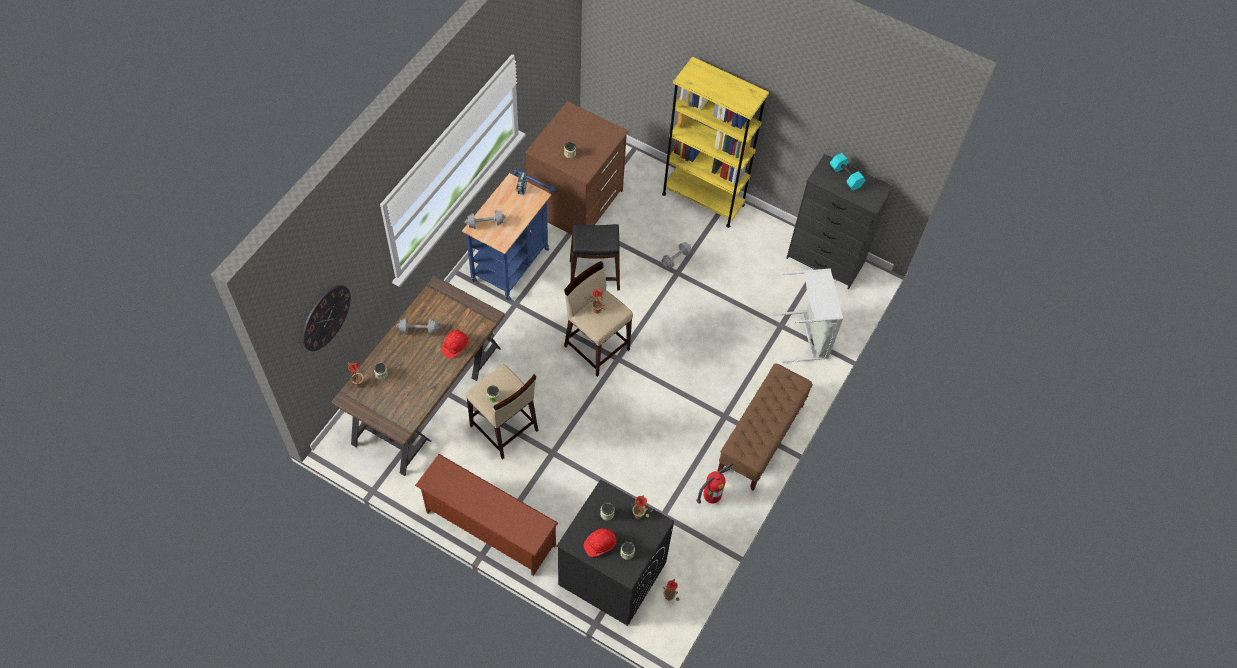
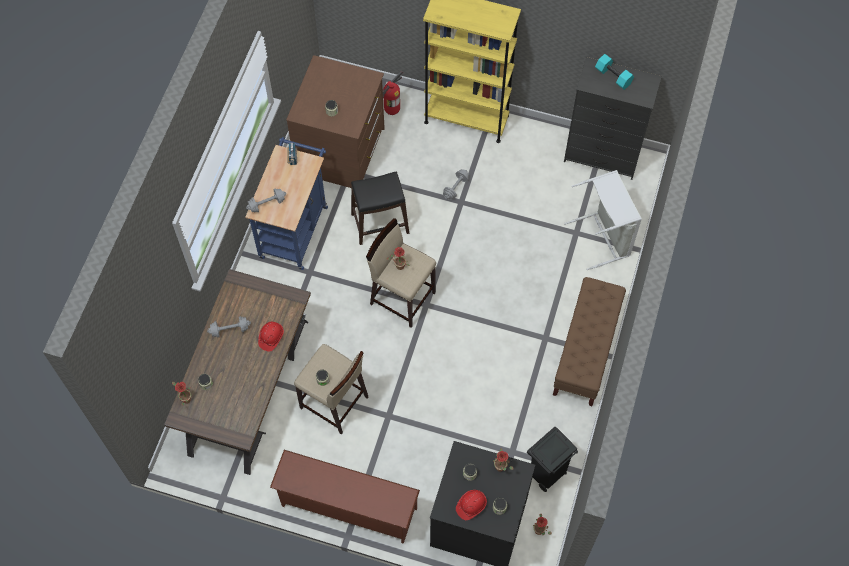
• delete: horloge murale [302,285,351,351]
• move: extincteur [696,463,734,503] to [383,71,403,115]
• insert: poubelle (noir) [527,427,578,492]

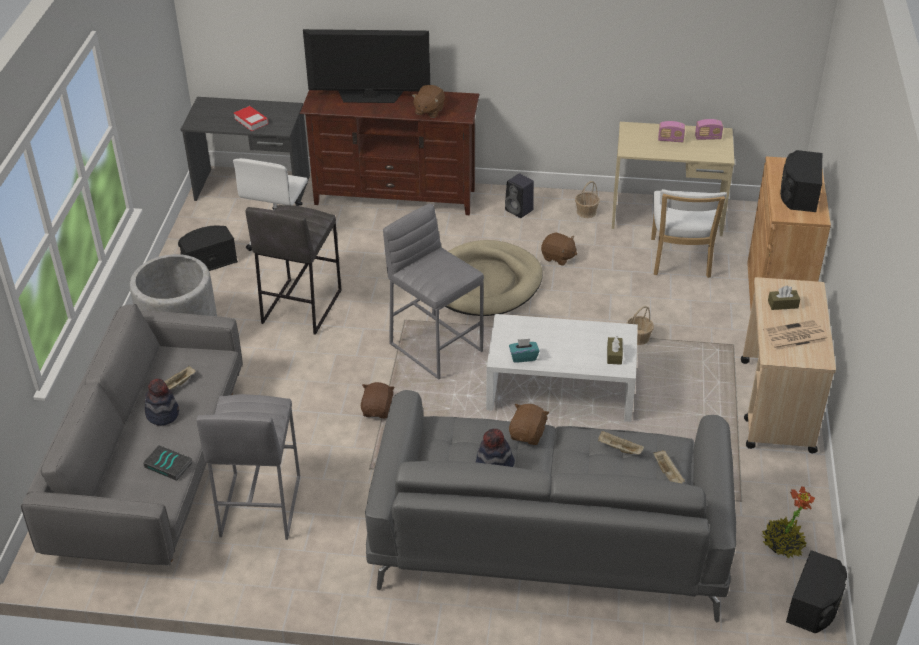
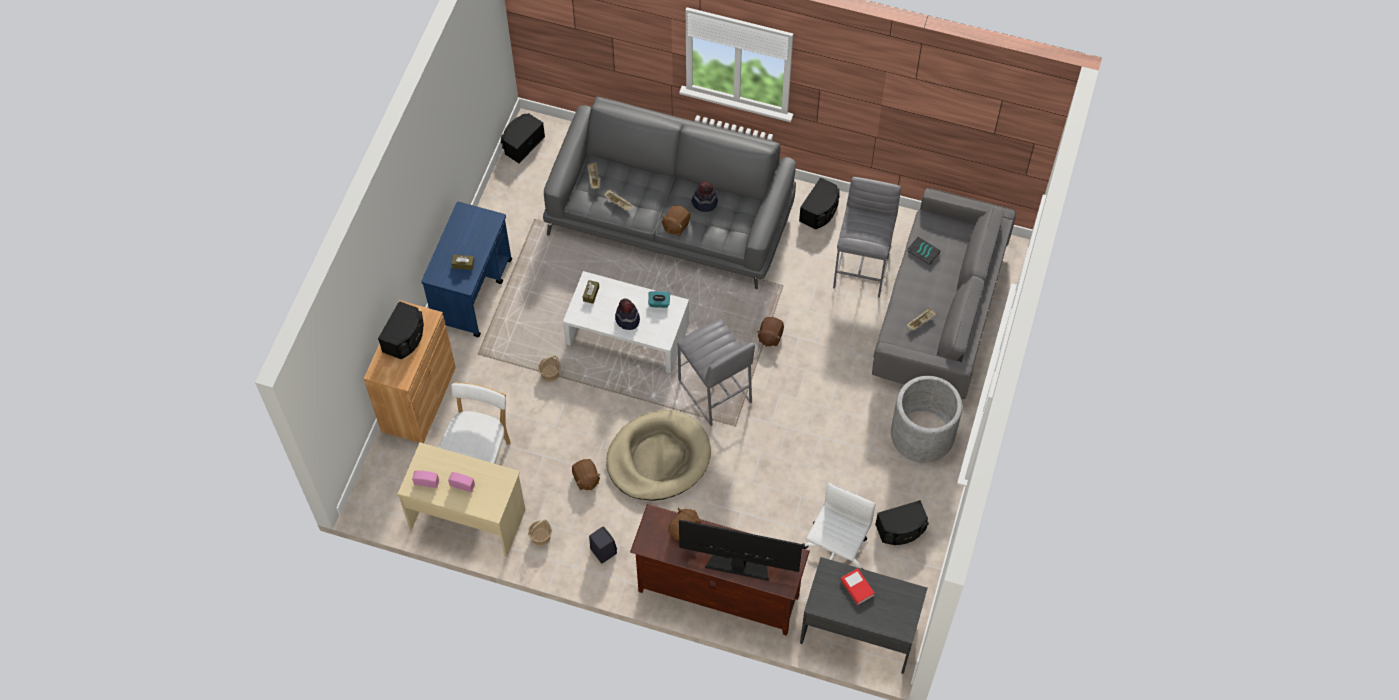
• delete: tabouret (gris) [245,205,341,335]
• rotate: peluche (marron) [541,232,577,266] = [572,459,601,490] 150 degrees counterclockwise
• recolor: chariot (beige) [741,277,836,453] to chariot (bleu) [421,202,512,337]
• delete: journal [763,320,828,350]
• move: chapeau [145,379,179,426] to [615,298,640,330]
• delete: plante en pot [762,486,815,559]
• insert: enceinte (noir) [799,177,840,229]

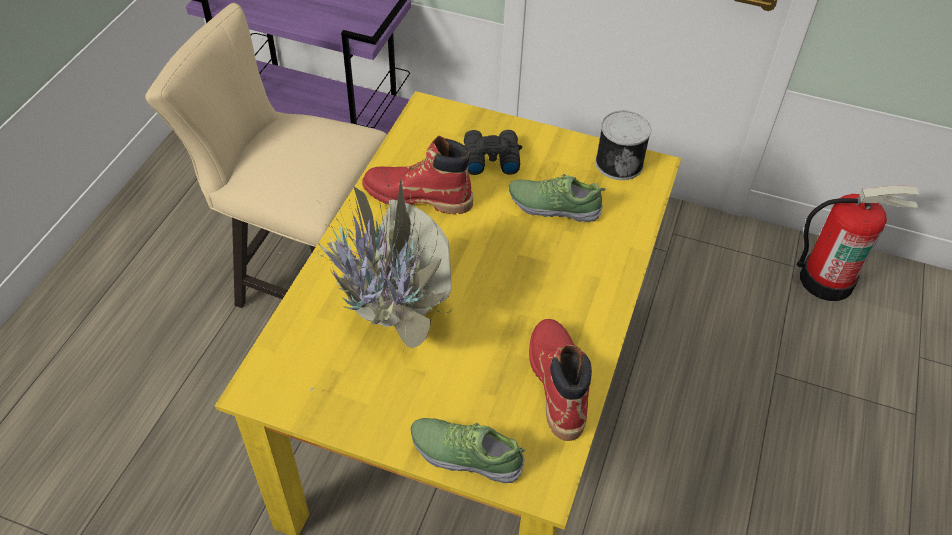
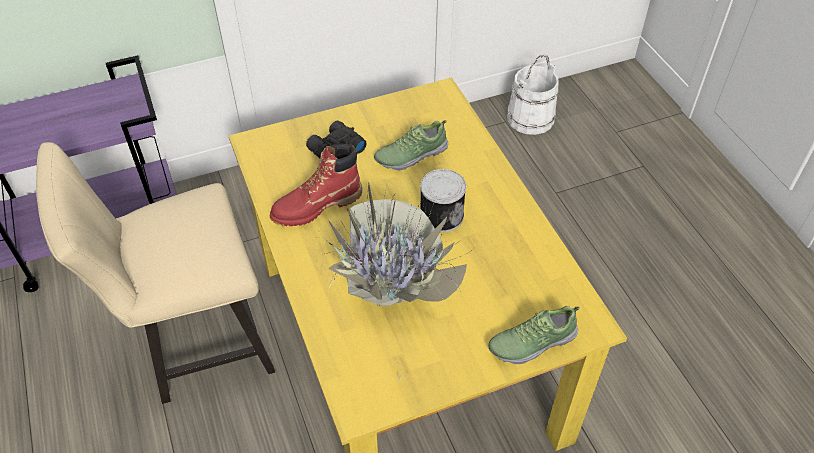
• move: boîte métallique [595,111,651,180] to [420,169,466,232]
• replace: extincteur [796,186,920,301] to seau (blanc) [507,54,559,135]
• delete: botte (rouge) [529,319,592,441]

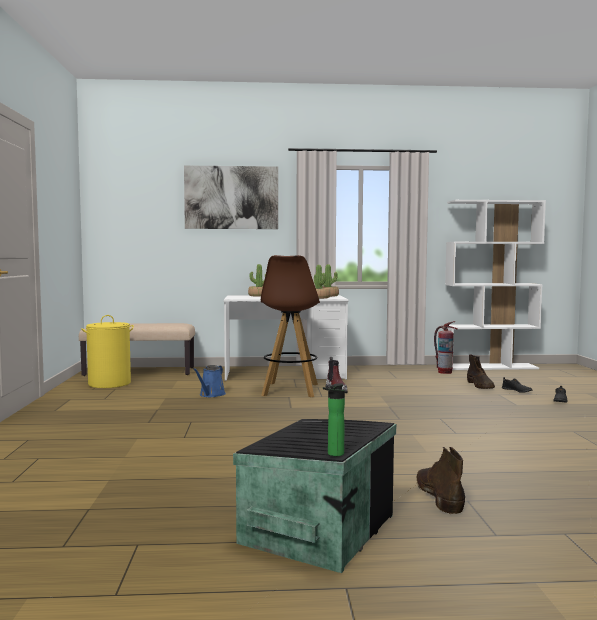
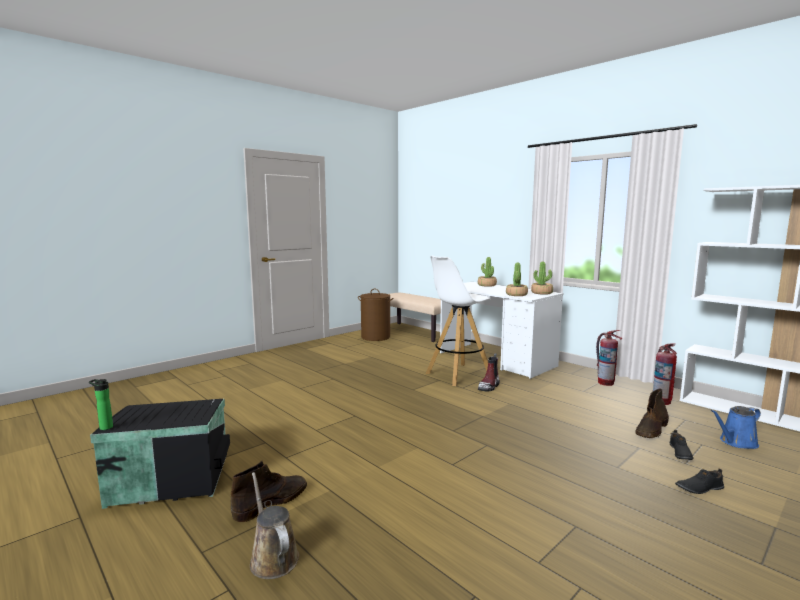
• delete: tableau [184,165,278,229]
• recolor: tabouret (marron) [261,255,320,397] to tabouret (blanc) [426,255,491,386]
• recolor: panier à linge (jaune) [81,315,134,388] to panier à linge (marron) [358,289,393,341]
• move: arrosoir (bleu) [193,365,226,397] to [711,406,761,449]
• insert: extincteur [596,330,622,386]
• insert: arrosoir (marron) [250,472,299,579]

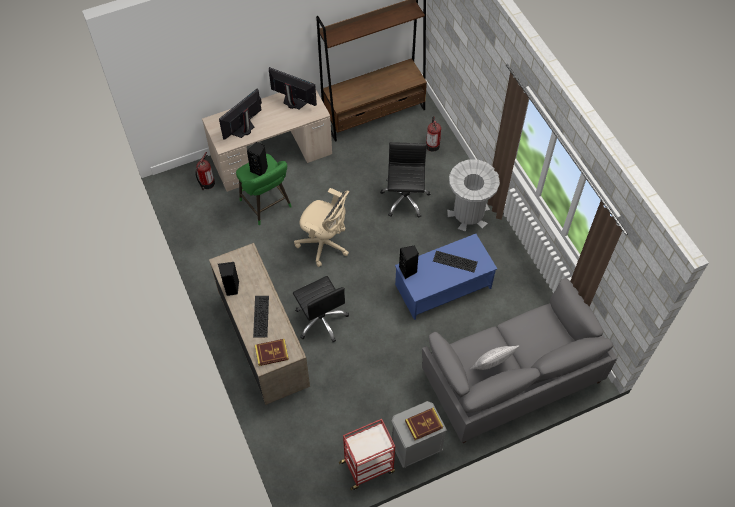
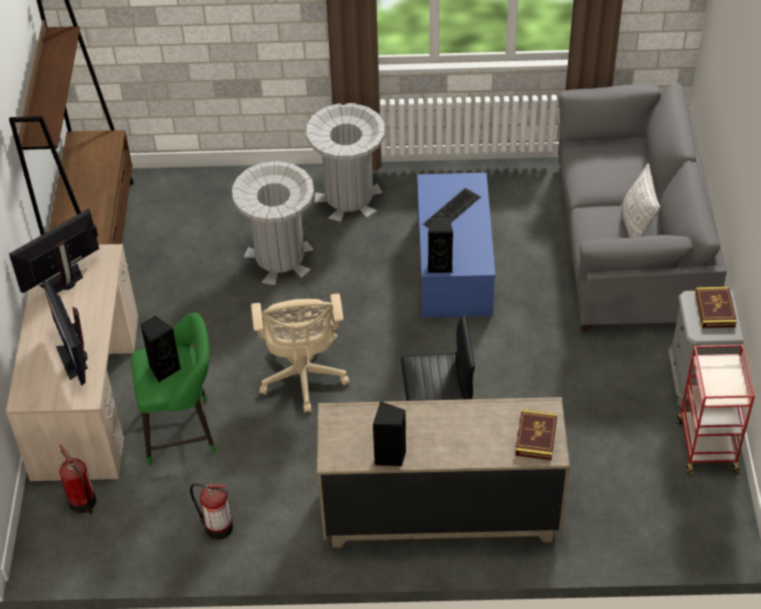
• move: extincteur [426,116,441,152] to [190,483,233,540]
• replace: chaise de bureau (noir) [380,142,430,218] to poubelle (gris) [232,161,314,285]
• rotate: chaise de bureau (beige) [294,188,349,267] = [251,294,350,413] 120 degrees clockwise
• delete: clavier [253,296,269,338]

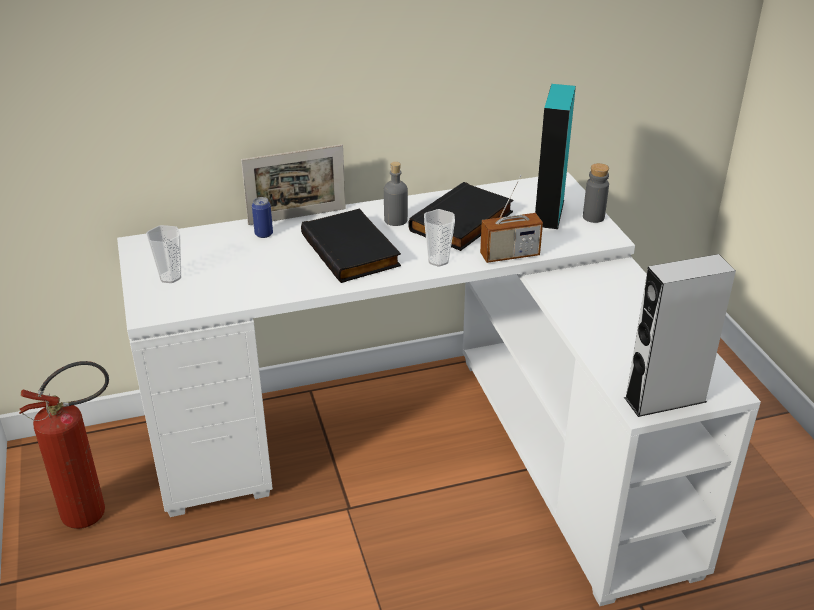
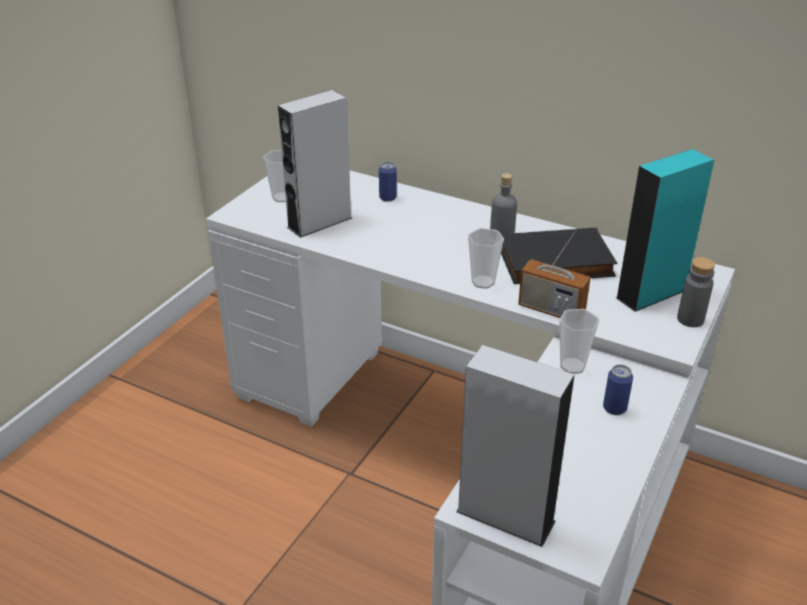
• delete: cadre photo [241,144,346,225]
• delete: livre (noir) [301,209,401,283]
• delete: extincteur [19,361,109,529]
• insert: enceinte (gris) [278,90,352,238]
• insert: tasse [559,309,599,374]
• insert: boîte métallique [603,364,633,415]

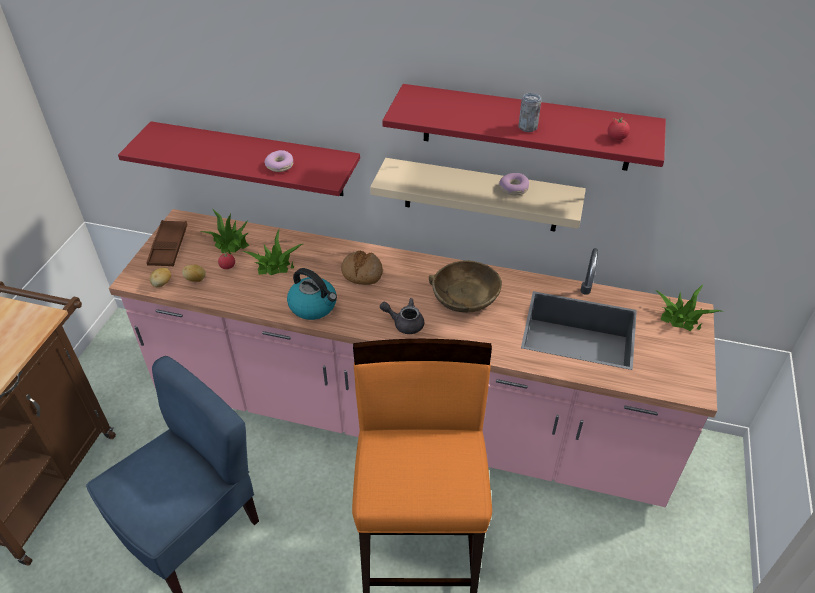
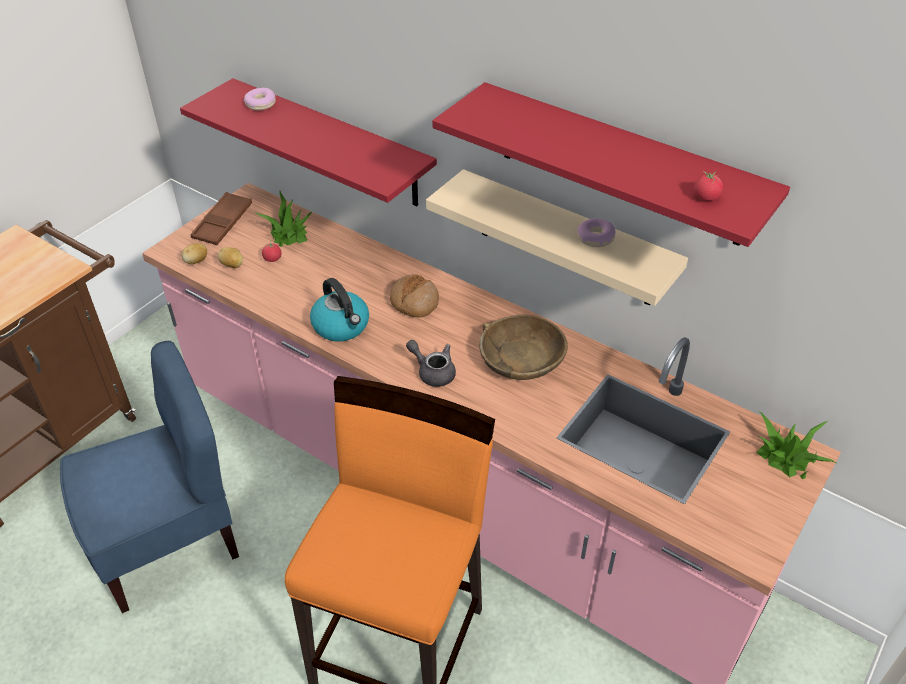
• delete: boîte métallique [518,93,541,132]
• move: beignet [264,150,293,172] to [244,88,276,110]
• delete: plante en pot [241,229,303,275]

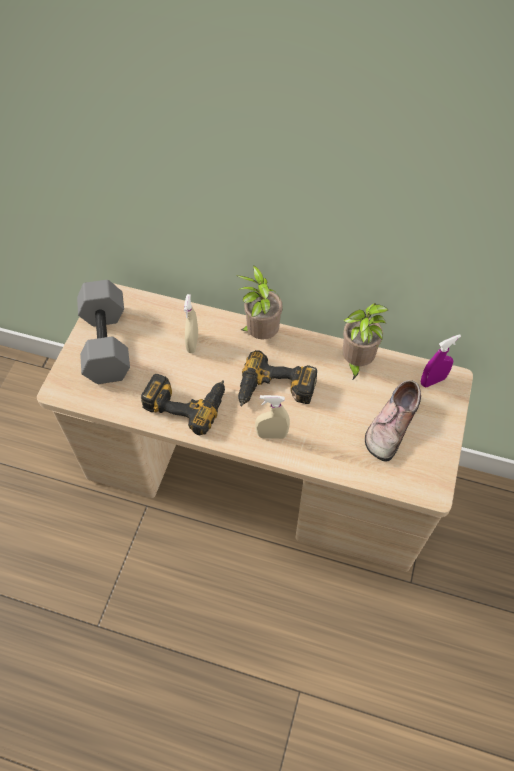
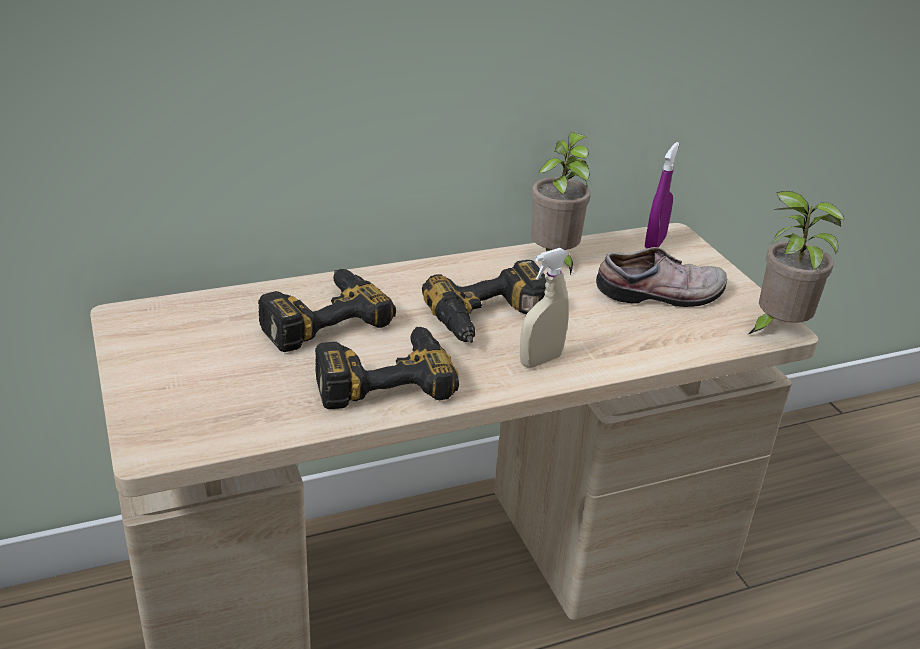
• move: plante en pot [236,265,283,339] to [749,191,844,334]
• delete: haltère (gris) [77,280,130,384]
• replace: vaporisateur (beige) [184,294,198,353] to perceuse [258,269,396,352]
• rotate: chaussure [365,380,421,461] = [596,247,727,307] 90 degrees counterclockwise

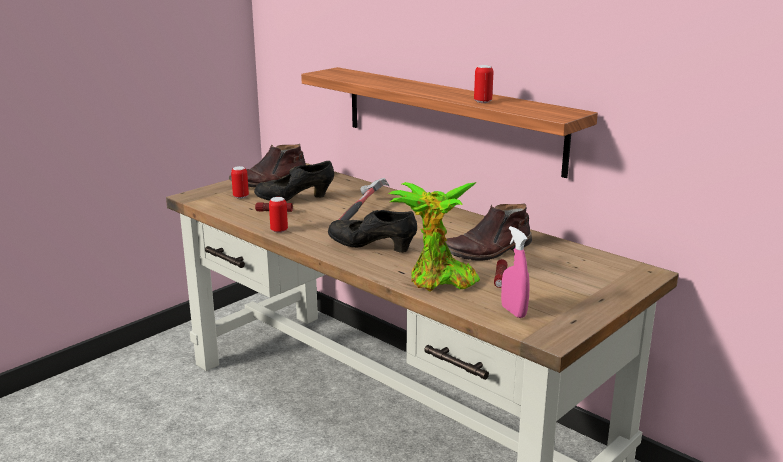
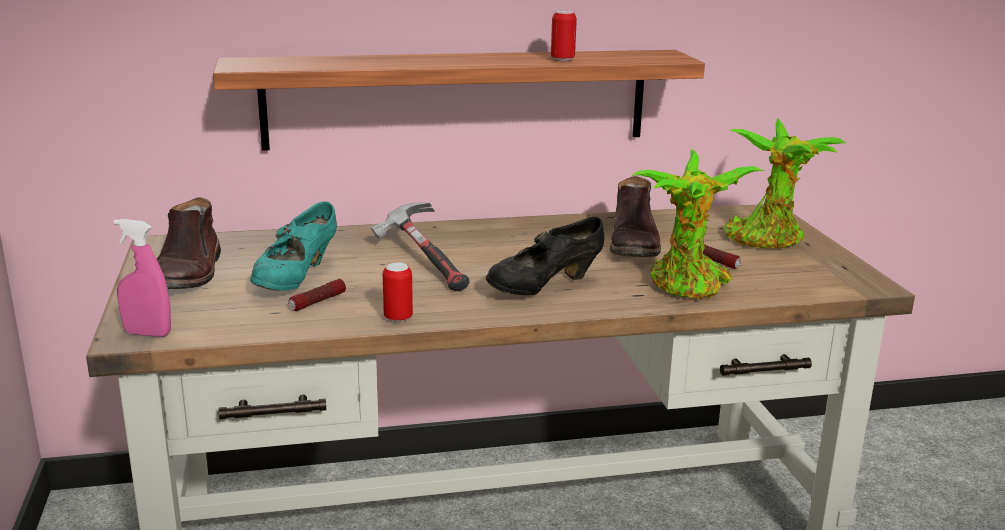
• recolor: chaussure (noir) [254,161,334,201] to chaussure (turquoise) [250,201,337,291]
• delete: boîte métallique [231,166,249,199]
• move: vaporisateur (rose) [501,226,530,318] to [114,219,171,337]
• insert: plante en pot [724,118,846,248]

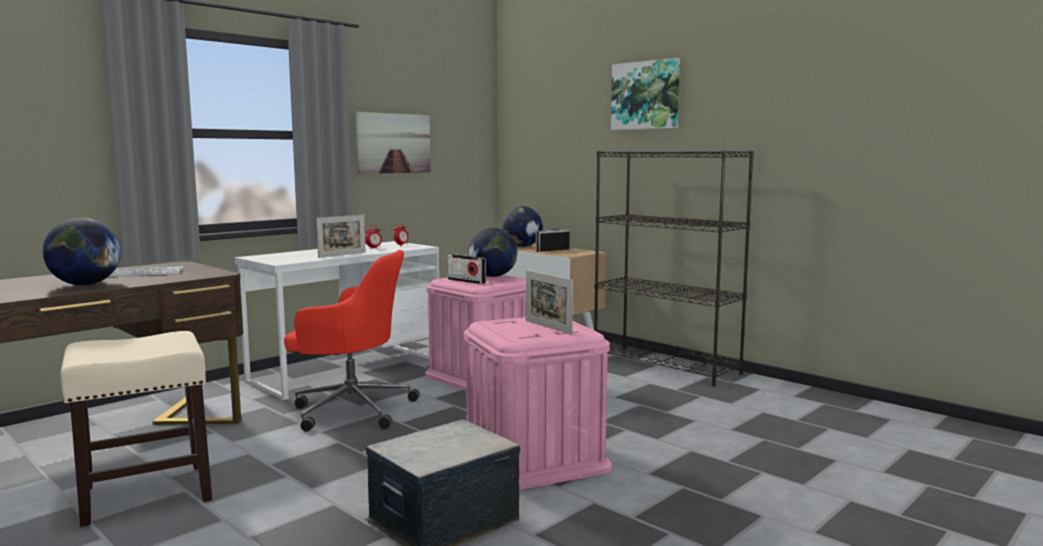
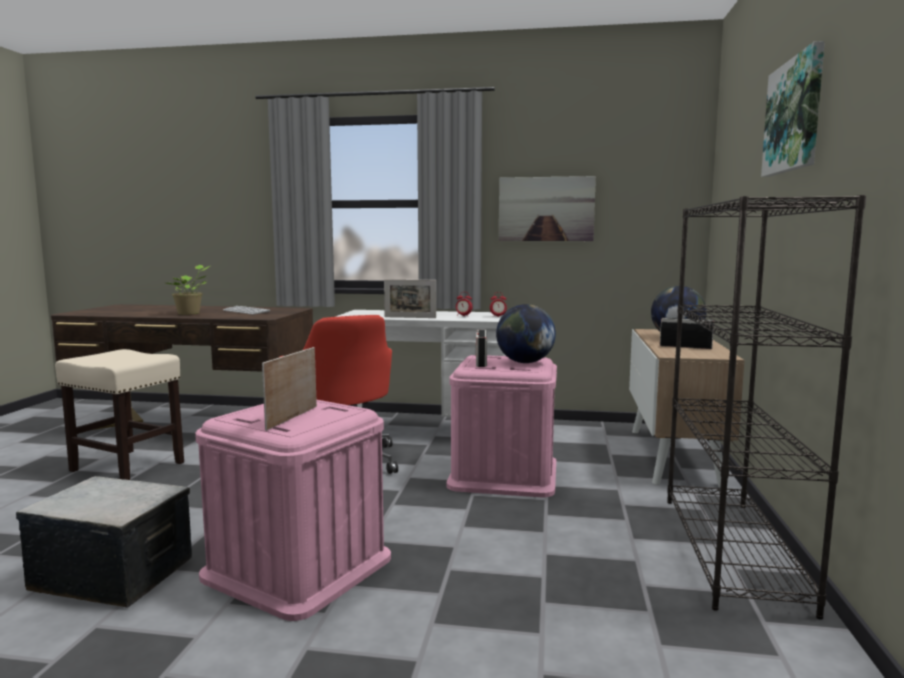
• replace: globe [42,218,121,285] to plante en pot [166,265,210,315]

